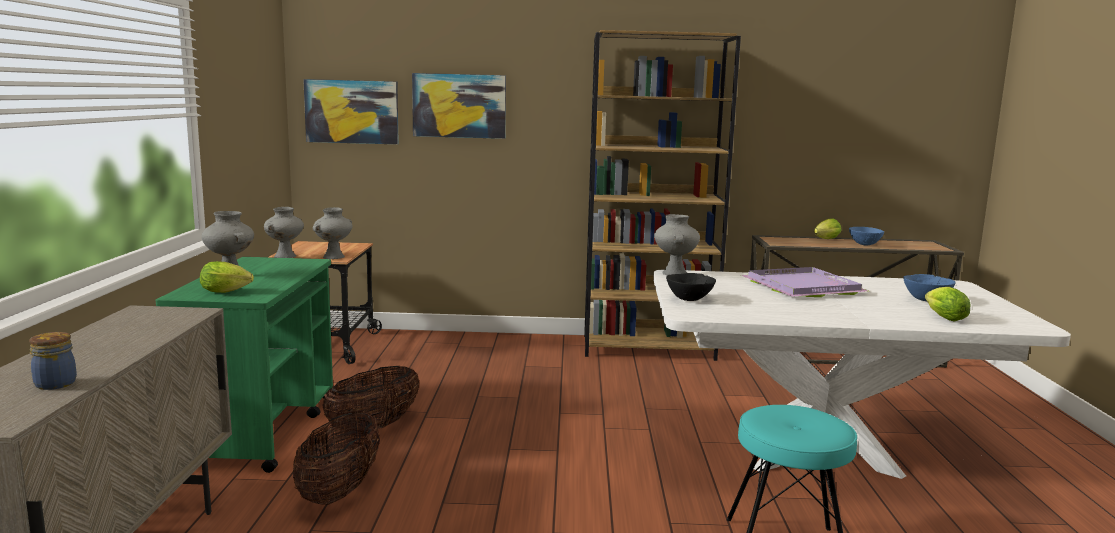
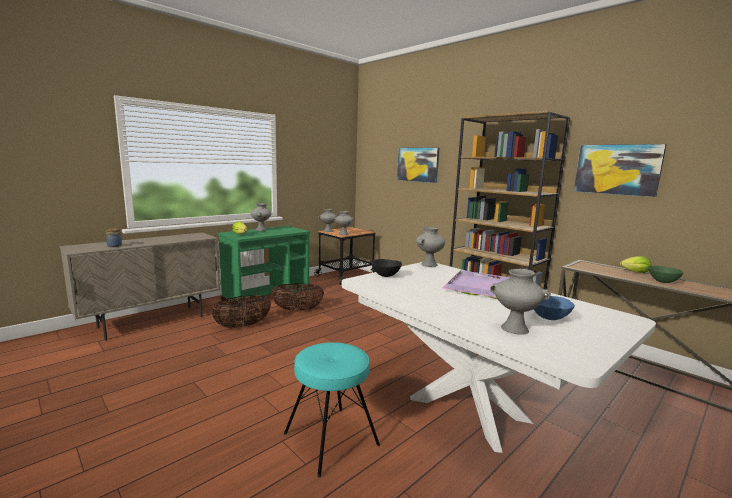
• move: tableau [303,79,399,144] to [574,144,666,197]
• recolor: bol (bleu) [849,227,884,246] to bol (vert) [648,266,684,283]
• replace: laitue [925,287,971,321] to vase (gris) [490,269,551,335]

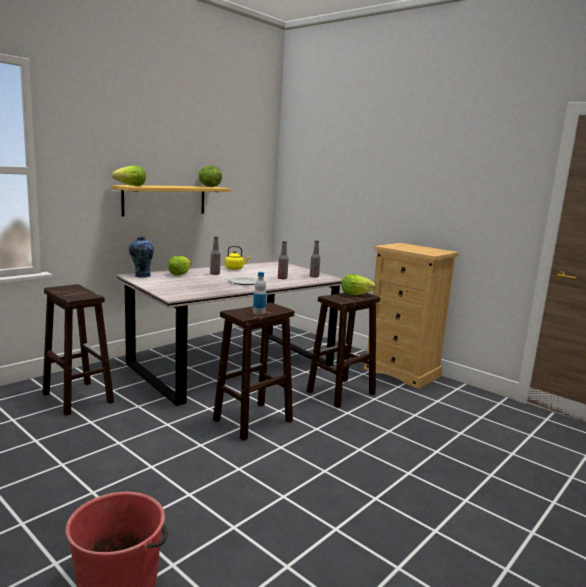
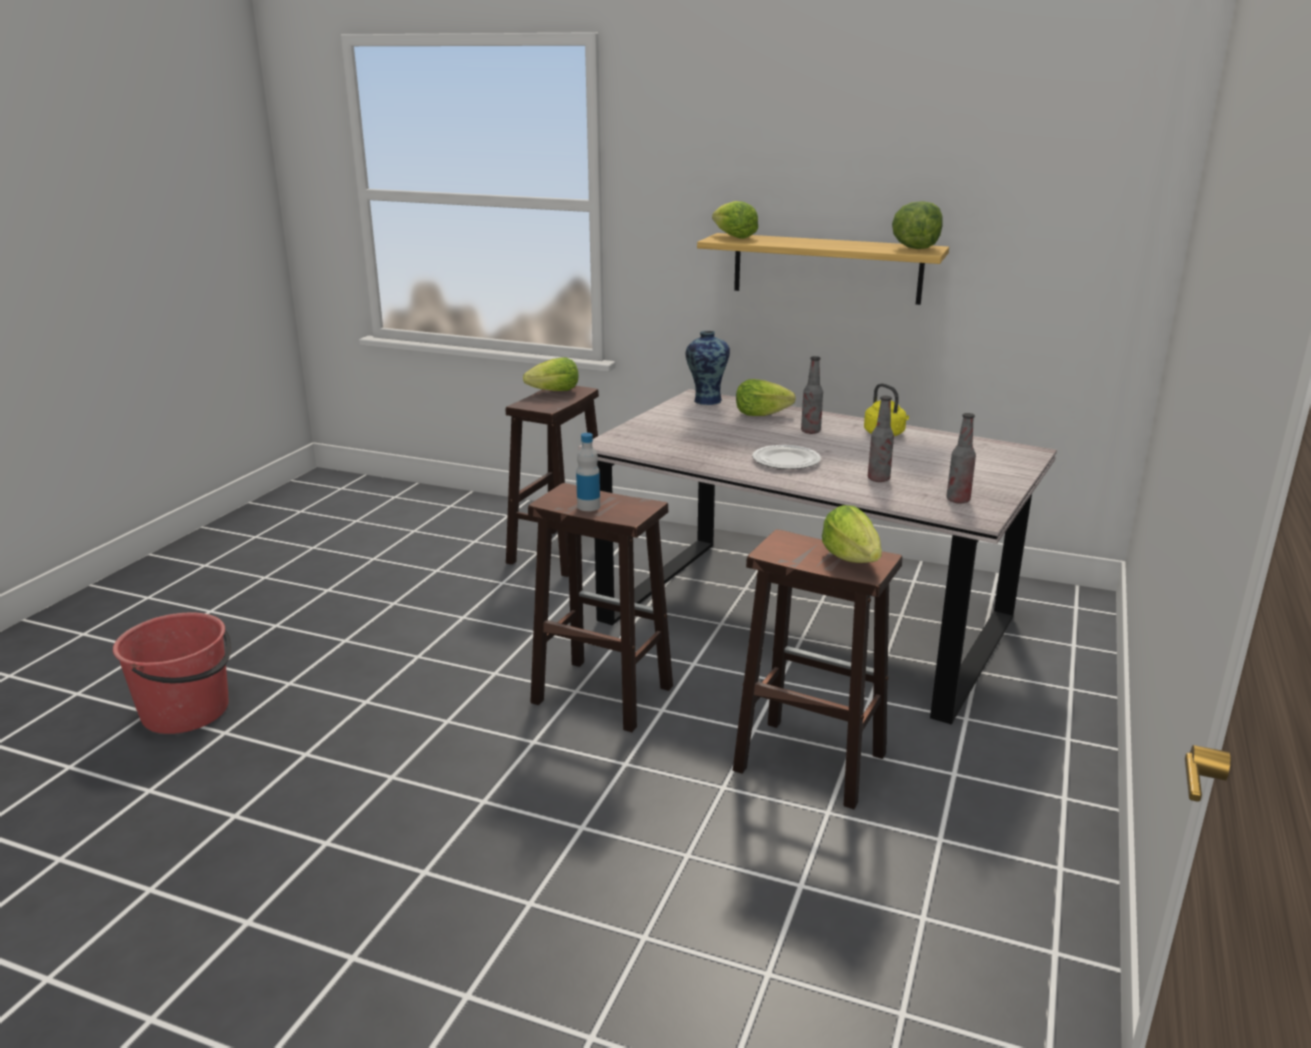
• delete: commode (beige) [363,243,459,389]
• insert: laitue [523,358,579,391]

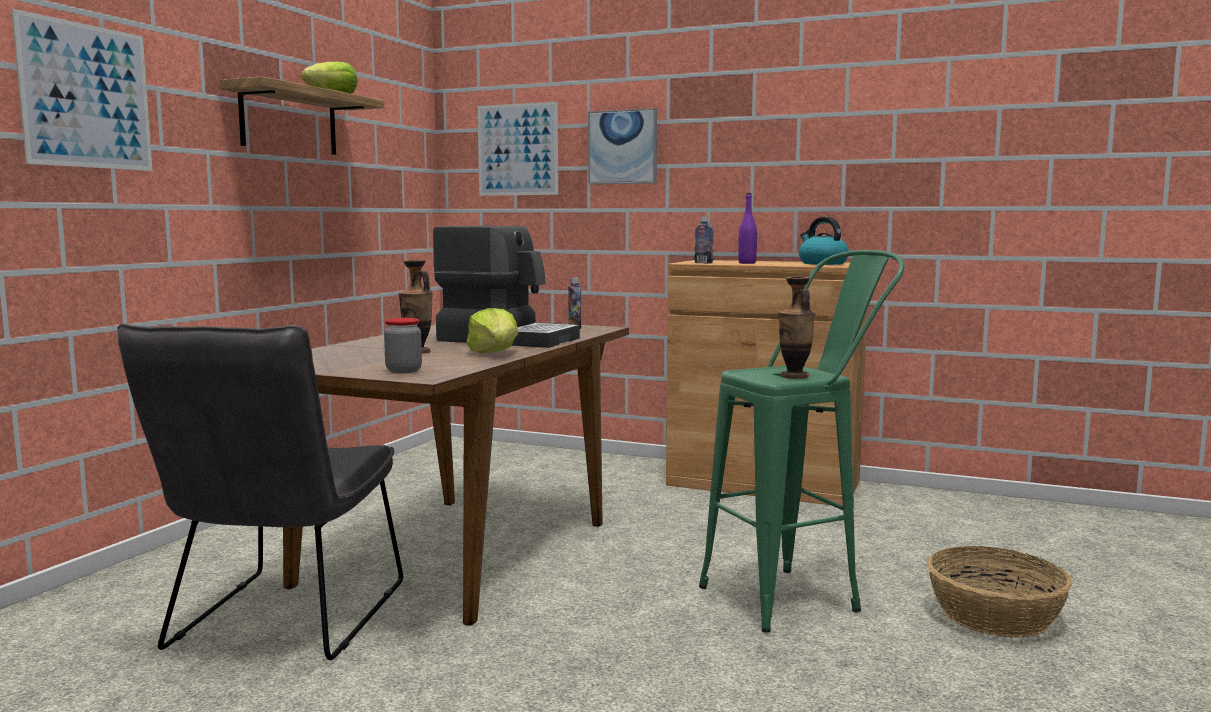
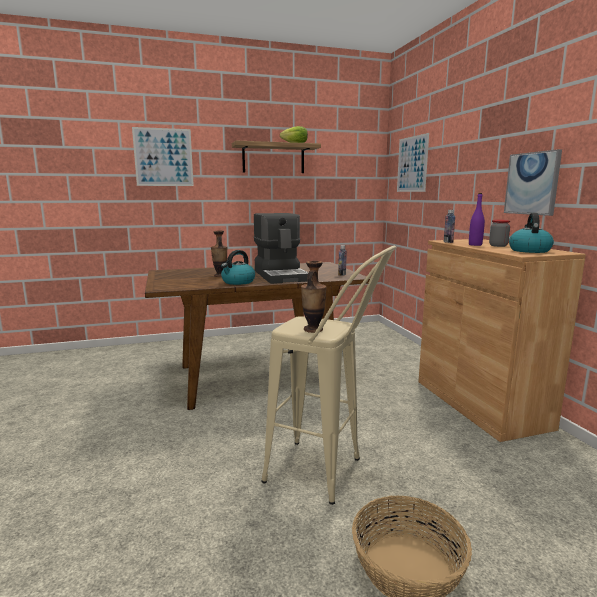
• move: tableau [588,108,657,184] to [504,149,562,216]
• recolor: tabouret (vert) [699,250,905,633] to tabouret (beige) [261,246,396,505]
• replace: laitue [466,308,518,354] to bouilloire [221,250,255,285]
• move: bocal [384,318,422,373] to [489,220,510,247]
• delete: chaise (gris) [117,323,403,660]

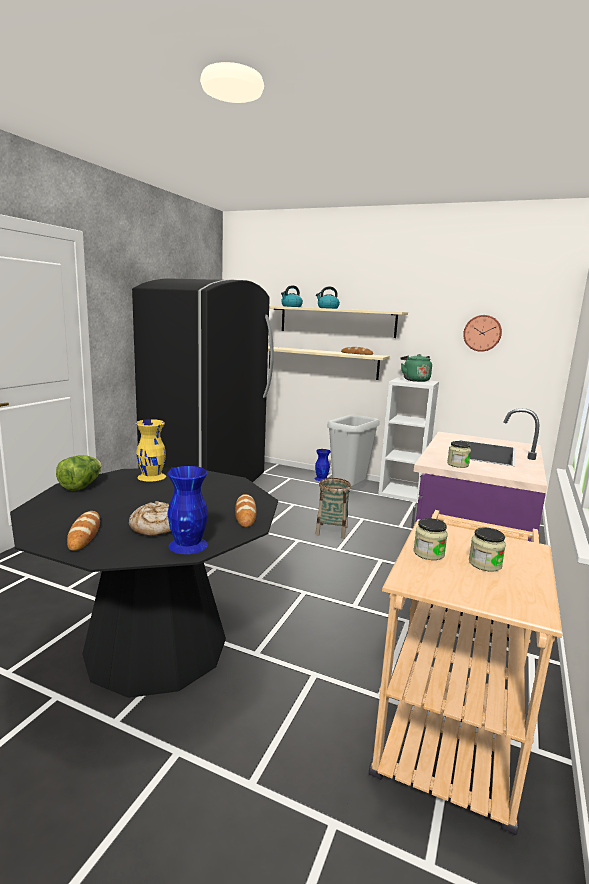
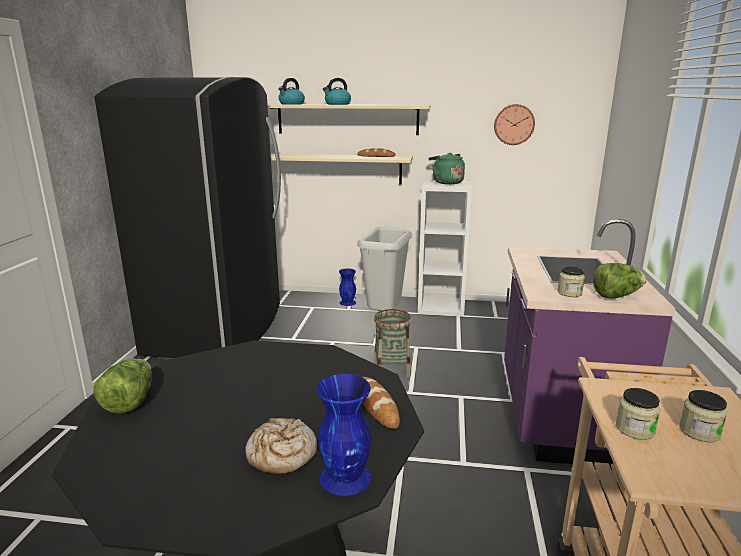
• delete: vase (jaune) [136,419,166,482]
• delete: pain [67,511,100,551]
• insert: laitue [593,263,647,298]

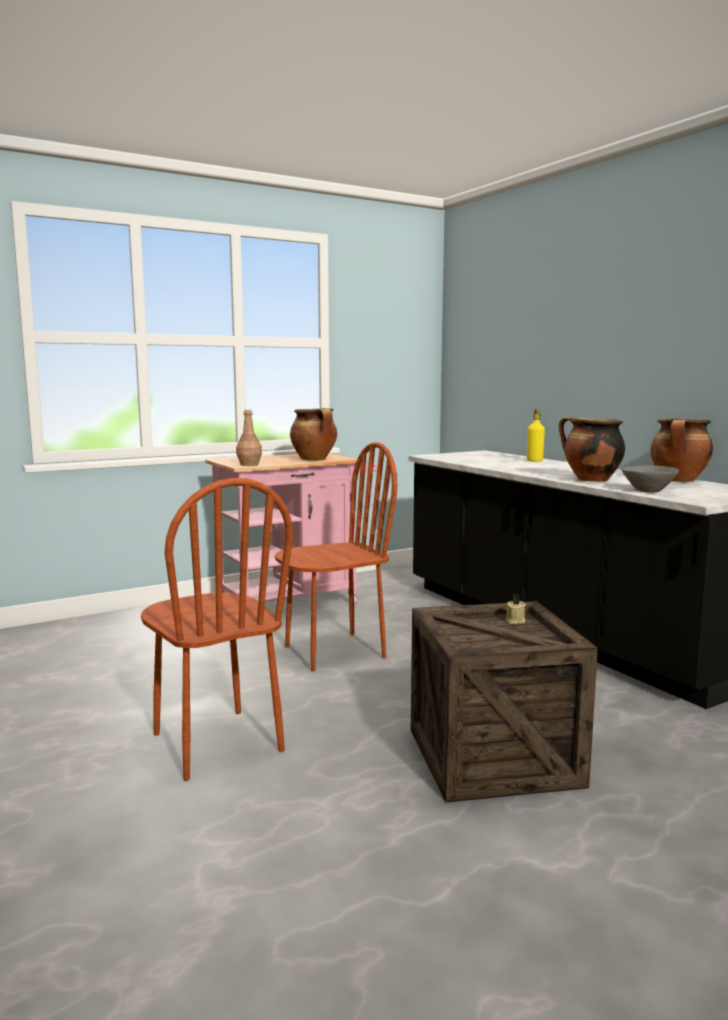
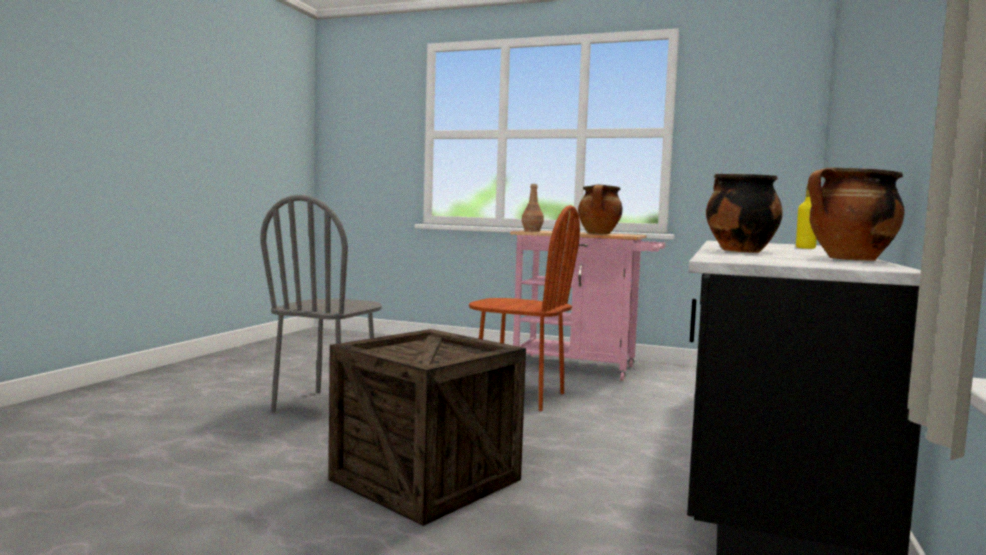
• delete: bol (gris) [622,465,679,492]
• recolor: chaise (marron) [141,478,293,781] to chaise (gris) [260,195,382,413]
• delete: bougie (beige) [506,595,526,625]

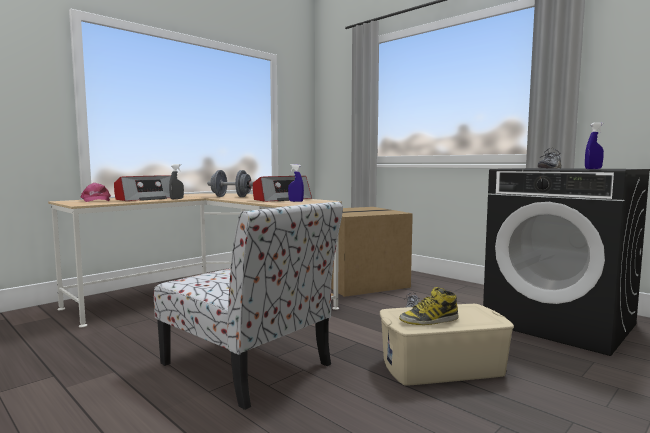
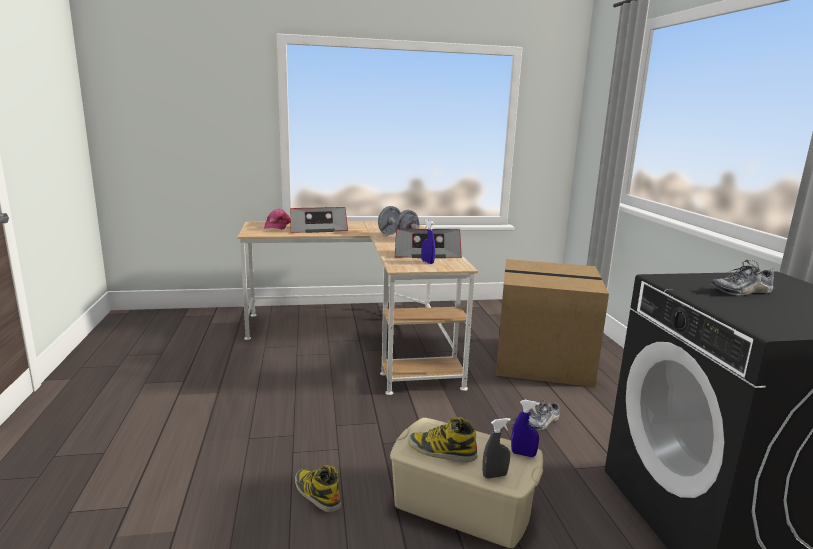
• move: vaporisateur (bleu) [585,122,604,169] to [511,400,540,457]
• move: vaporisateur (gris) [169,164,184,199] to [482,418,511,479]
• delete: chaise [154,202,343,410]
• insert: botte [295,465,341,512]

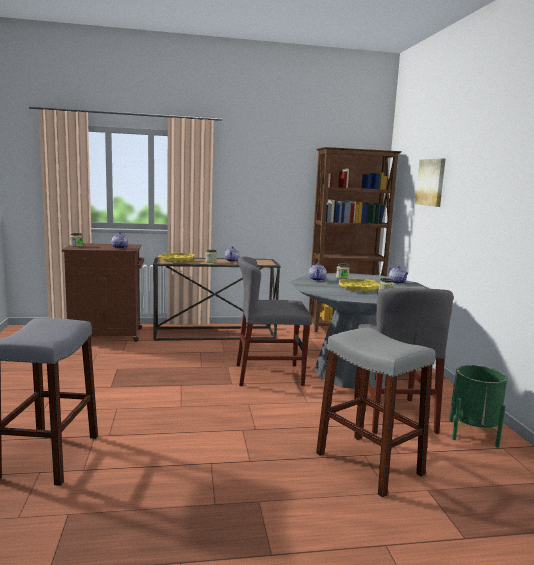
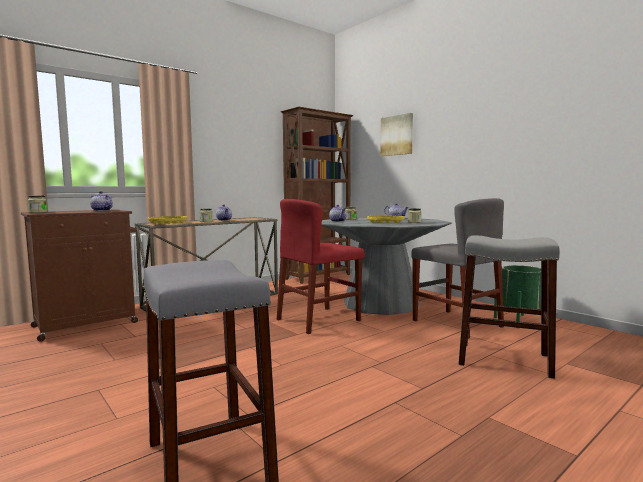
• recolor: chaise (gris) [237,256,312,386] to chaise (rouge) [277,199,365,334]

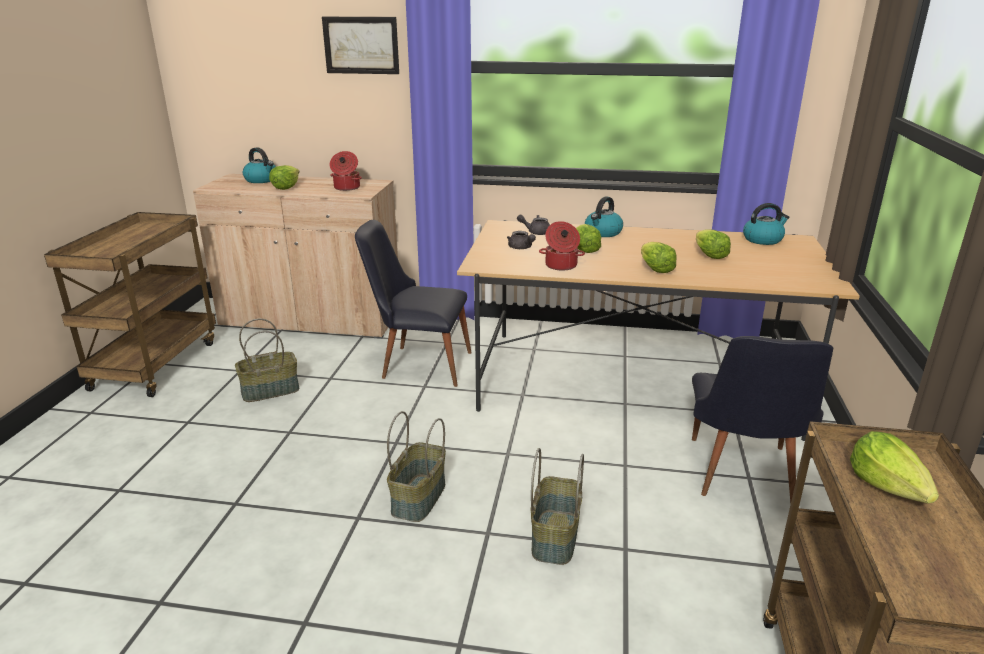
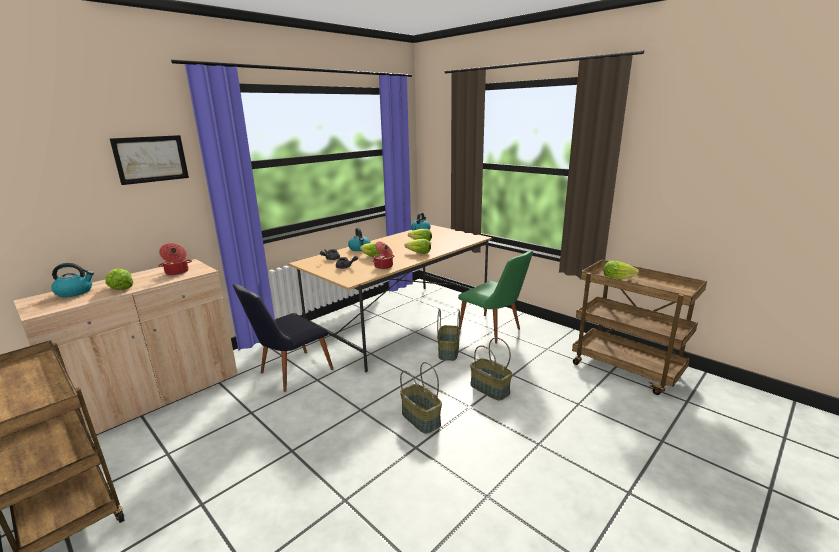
• move: panier [235,318,300,402] to [437,309,460,361]
• recolor: chaise (noir) [692,336,833,504] to chaise (vert) [458,251,533,344]

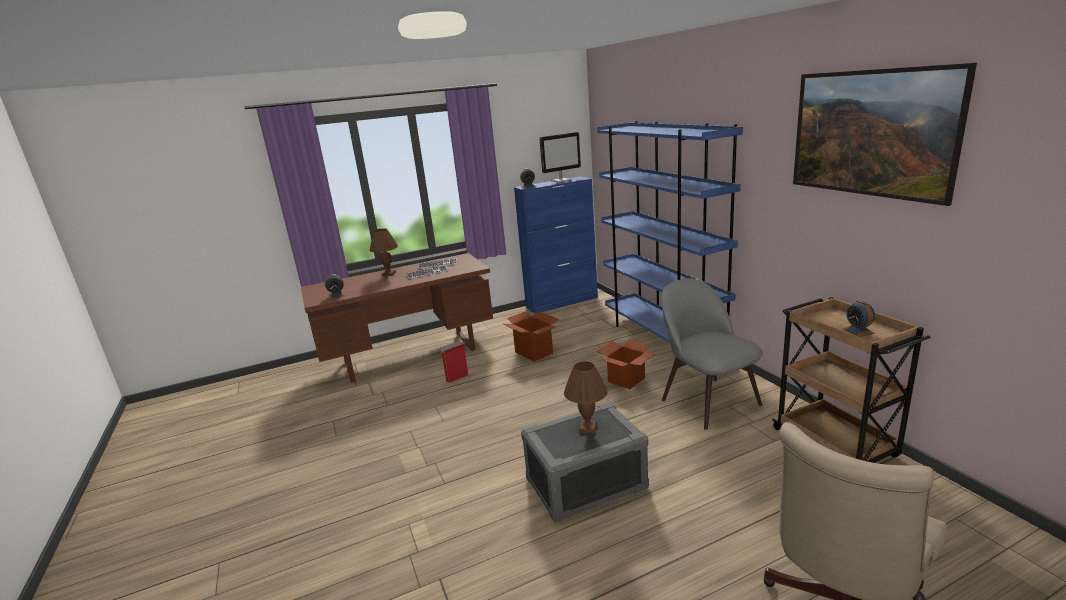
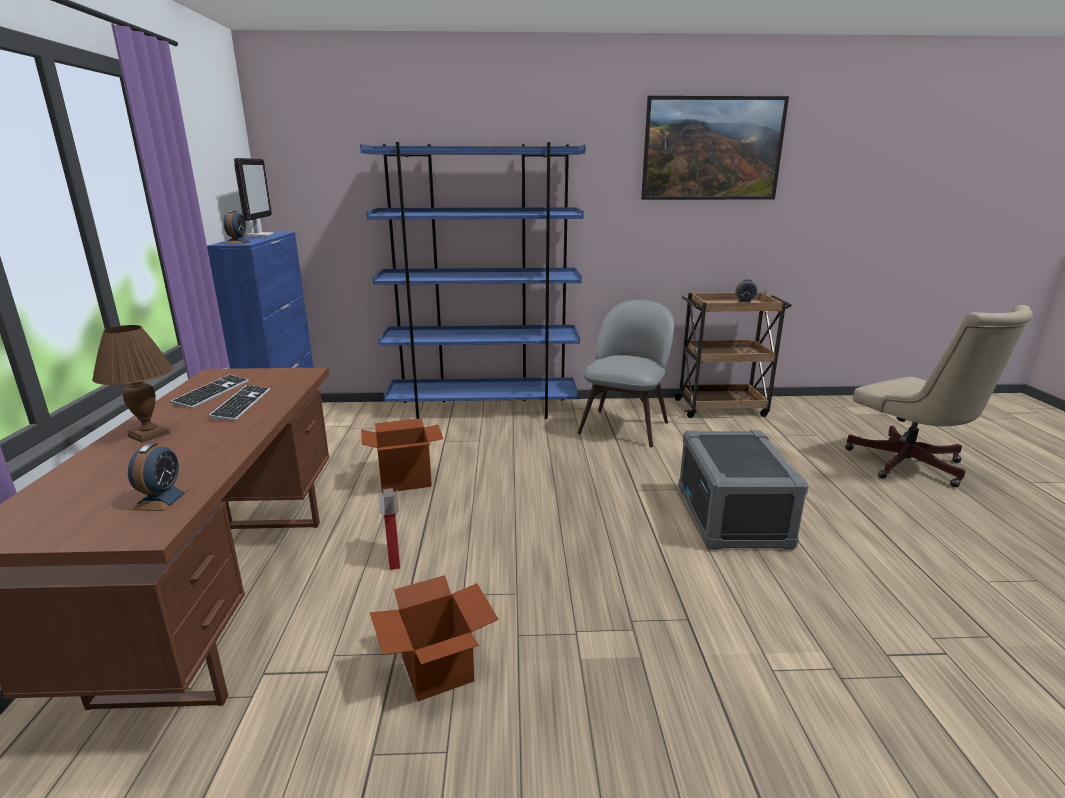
• rotate: chaise (gris) [661,278,763,430] = [577,299,674,448] 120 degrees clockwise
• move: carton [597,339,656,389] to [370,575,499,701]
• delete: lampe de table (marron) [564,361,608,434]

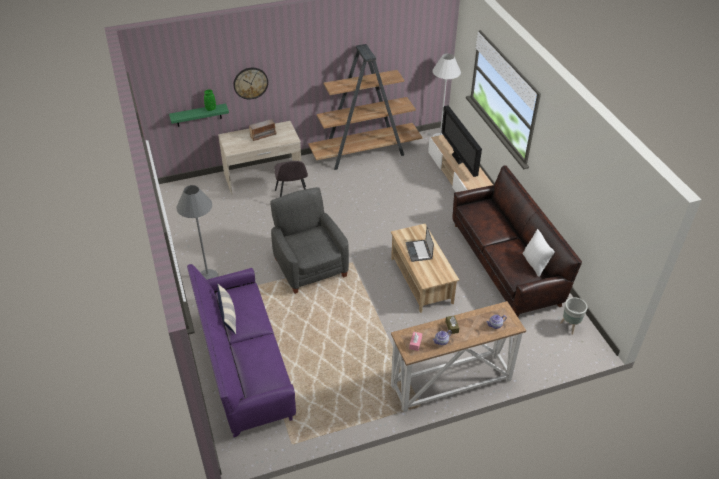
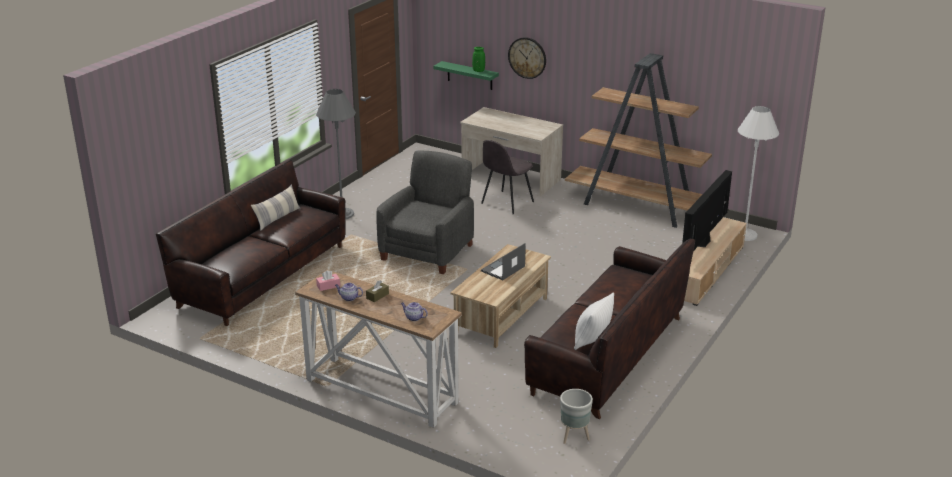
• delete: radio [249,119,277,141]
• recolor: canapé (violet) [187,264,296,437] to canapé (marron) [156,159,345,326]

